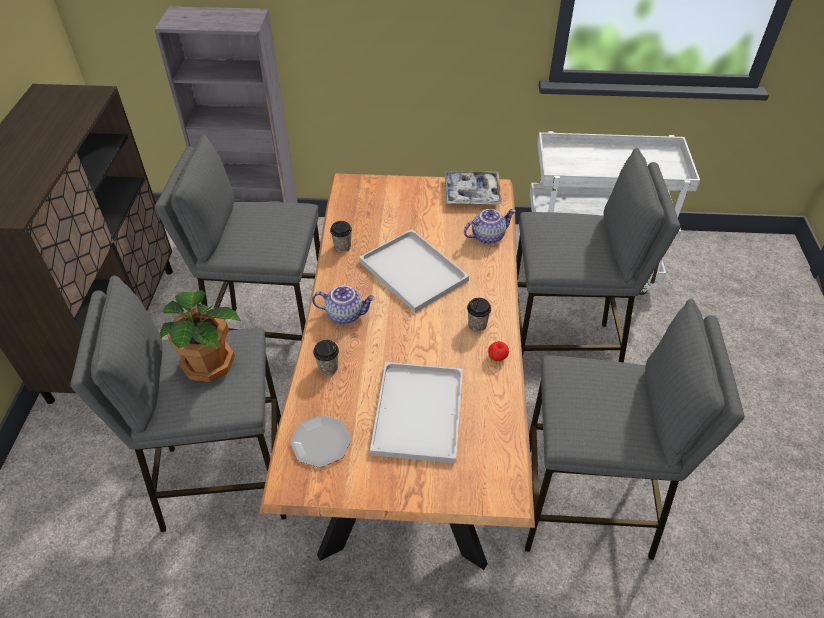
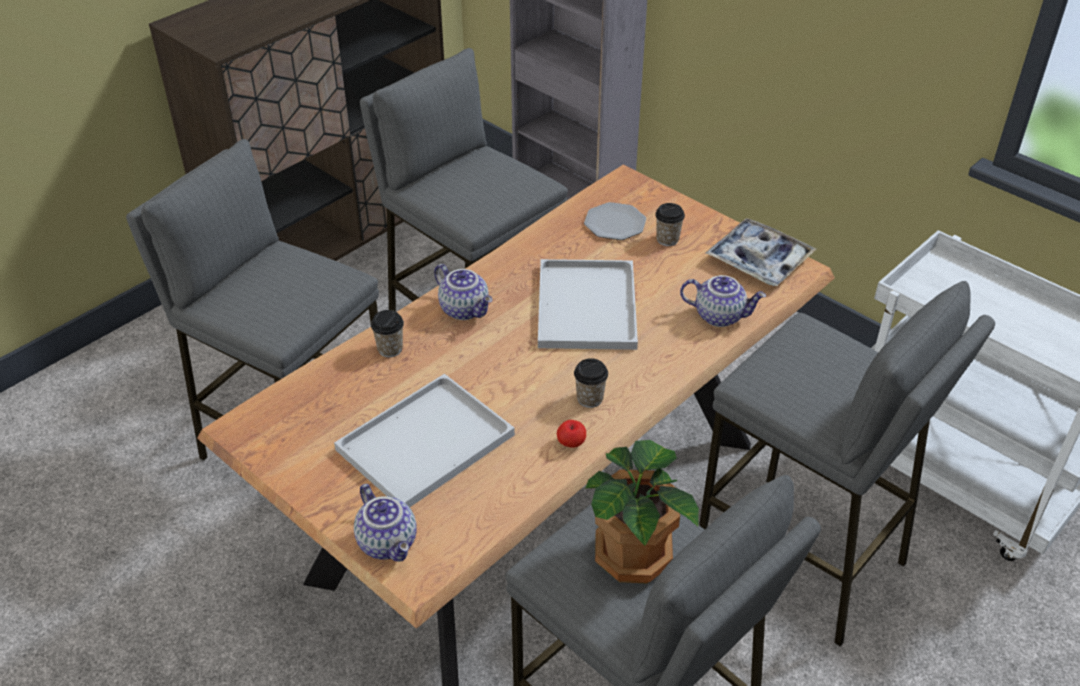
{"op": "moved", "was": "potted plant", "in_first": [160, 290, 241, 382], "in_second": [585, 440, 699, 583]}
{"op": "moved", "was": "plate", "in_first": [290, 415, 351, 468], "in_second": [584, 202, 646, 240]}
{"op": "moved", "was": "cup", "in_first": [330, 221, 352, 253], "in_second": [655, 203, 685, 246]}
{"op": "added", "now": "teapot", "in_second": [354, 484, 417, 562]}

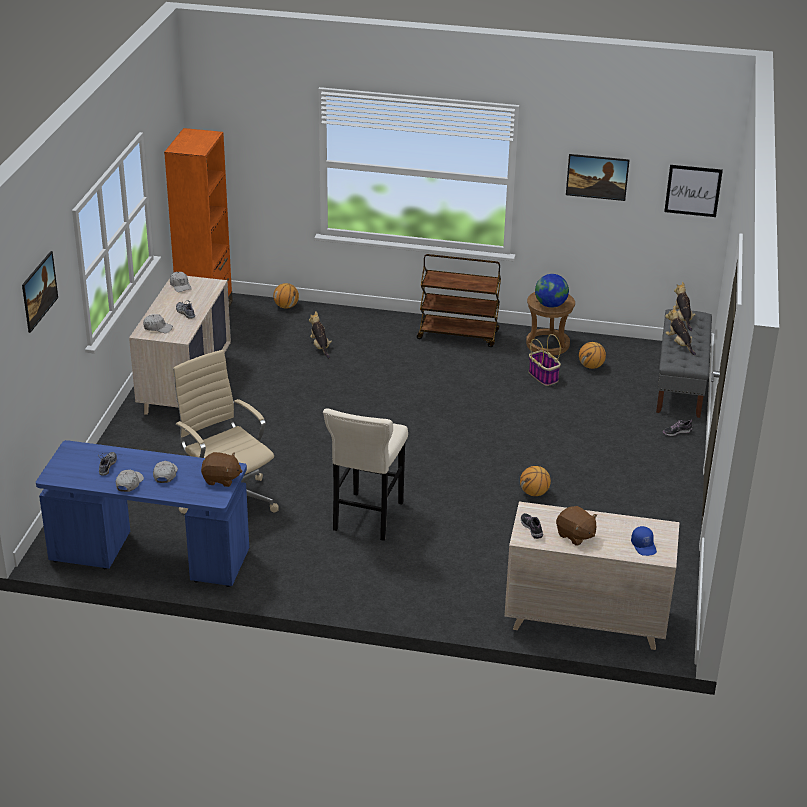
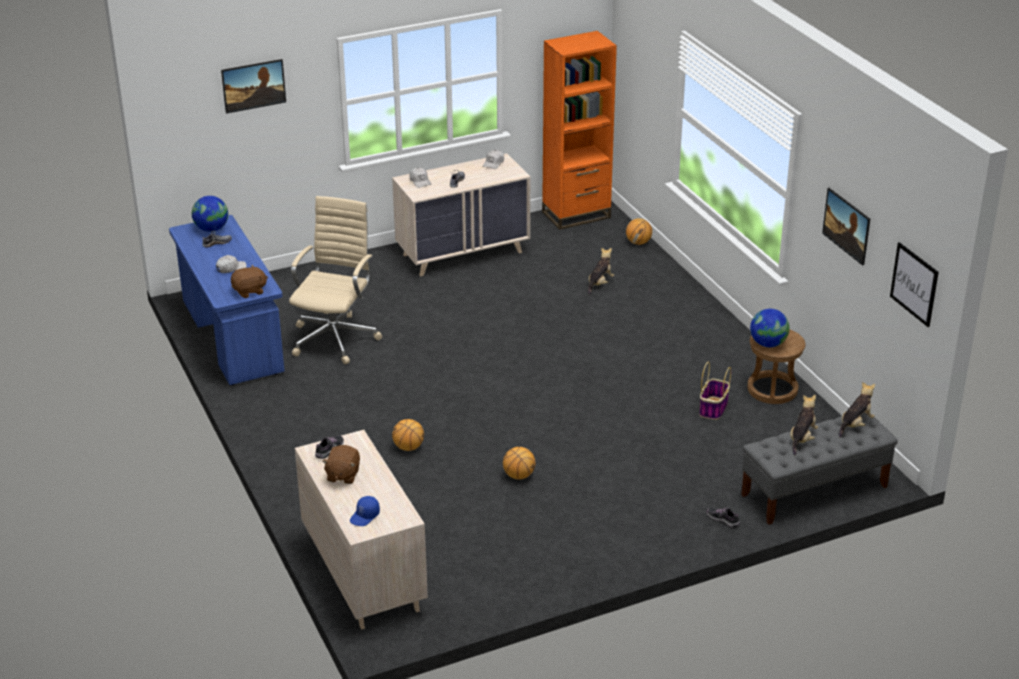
{"op": "removed", "was": "white cap", "in_first": [116, 470, 144, 492]}
{"op": "turned", "was": "brown plush toy", "in_first": [201, 452, 243, 487], "in_second": [231, 264, 268, 298], "clockwise": -90}
{"op": "removed", "was": "beige stool", "in_first": [323, 408, 408, 541]}
{"op": "removed", "was": "brown cart", "in_first": [417, 254, 501, 347]}
{"op": "moved", "was": "basketball", "in_first": [579, 342, 606, 369], "in_second": [392, 419, 424, 451]}
{"op": "added", "now": "globe", "in_second": [192, 196, 228, 232]}

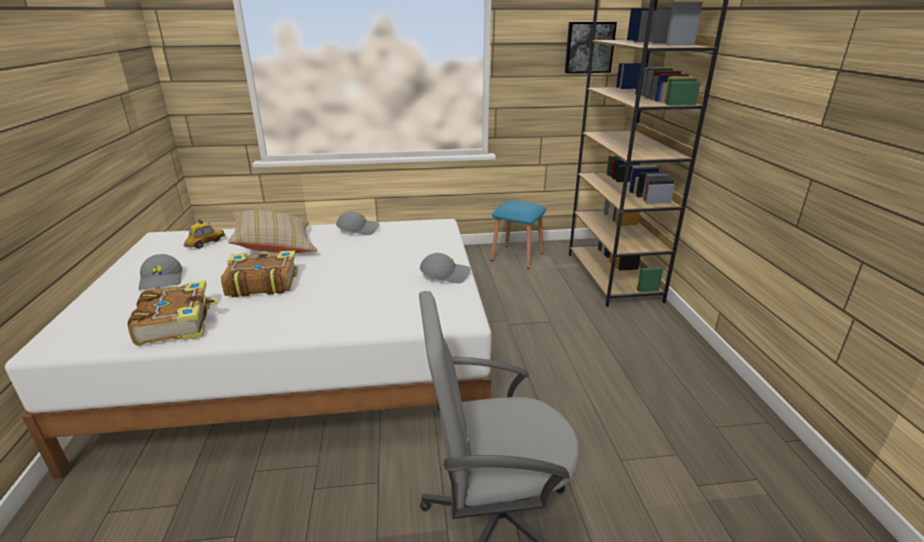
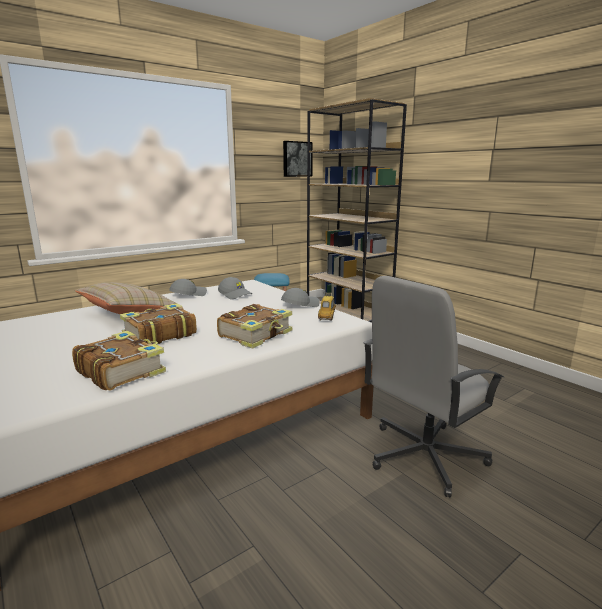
{"op": "moved", "was": "grey cap", "in_first": [139, 254, 182, 290], "in_second": [218, 277, 252, 300]}
{"op": "moved", "was": "toy car", "in_first": [184, 219, 226, 249], "in_second": [318, 293, 336, 321]}
{"op": "added", "now": "book", "in_second": [217, 304, 292, 348]}

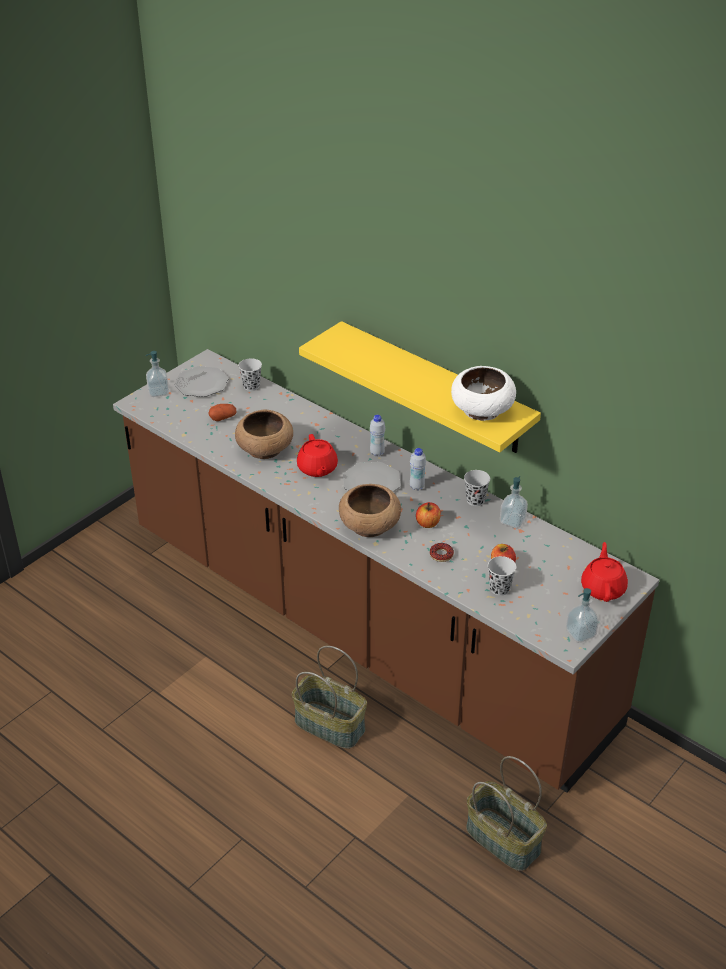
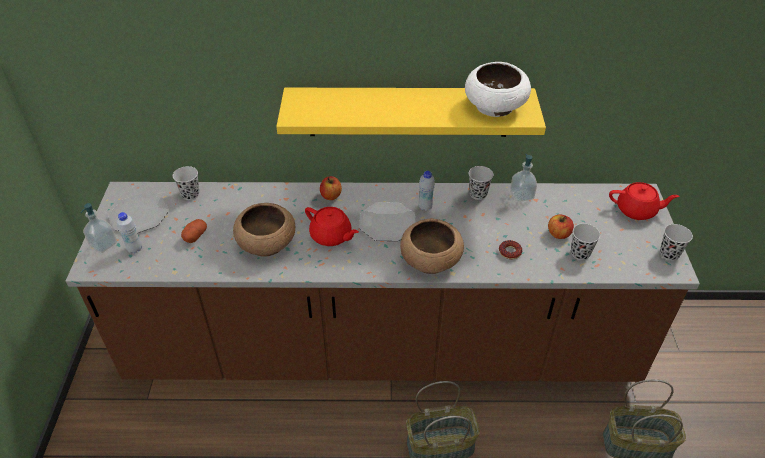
{"op": "moved", "was": "white bottle", "in_first": [370, 415, 385, 456], "in_second": [117, 212, 142, 254]}
{"op": "moved", "was": "apple", "in_first": [416, 502, 441, 528], "in_second": [320, 176, 342, 200]}
{"op": "replaced", "was": "soap dispenser", "now": "black cup", "in_first": [566, 588, 599, 643], "in_second": [660, 224, 693, 261]}
{"op": "turned", "was": "red teapot", "in_first": [581, 542, 628, 602], "in_second": [609, 182, 679, 220], "clockwise": 135}

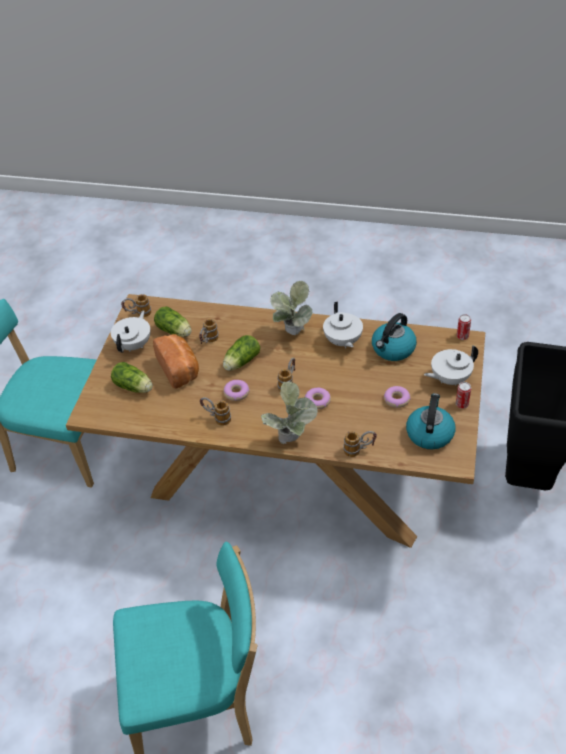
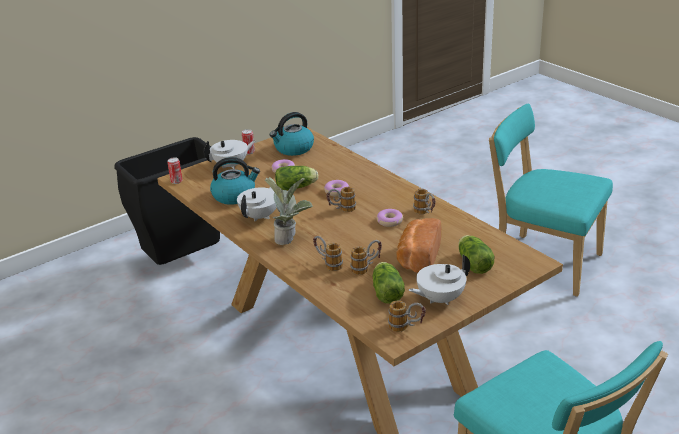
{"op": "moved", "was": "lettuce", "in_first": [223, 335, 260, 371], "in_second": [275, 166, 318, 190]}
{"op": "removed", "was": "potted plant", "in_first": [261, 381, 318, 444]}
{"op": "moved", "was": "mug", "in_first": [343, 431, 377, 457], "in_second": [313, 236, 343, 271]}
{"op": "turned", "was": "white teapot", "in_first": [424, 345, 478, 385], "in_second": [203, 140, 255, 169], "clockwise": -45}

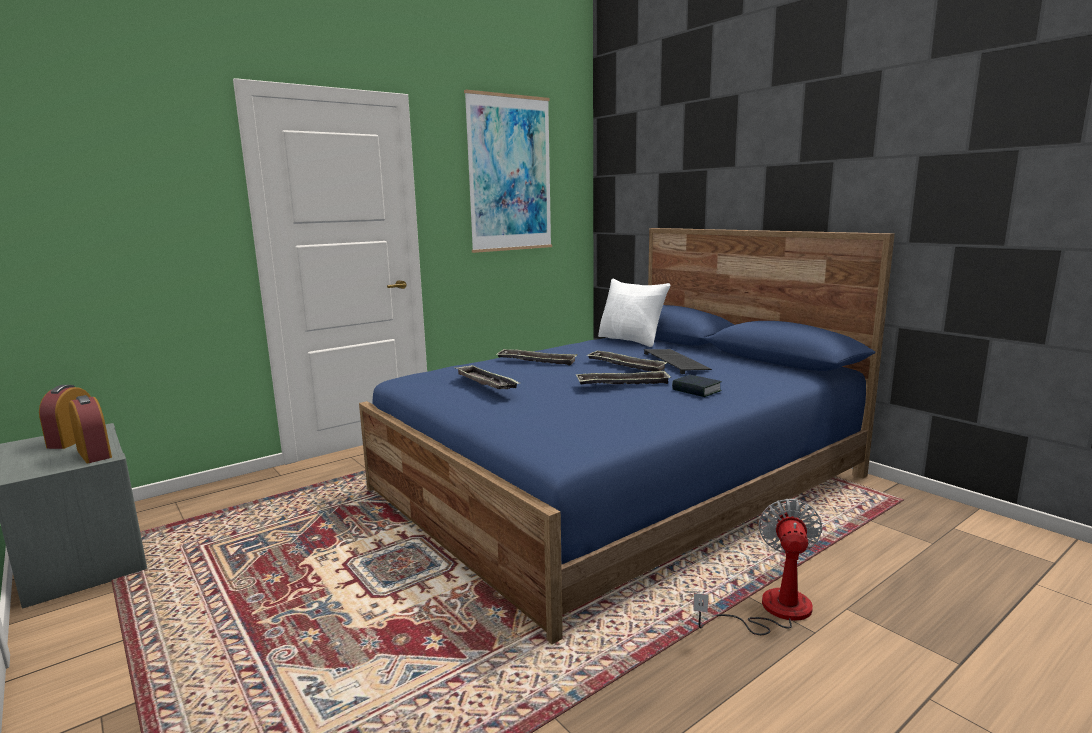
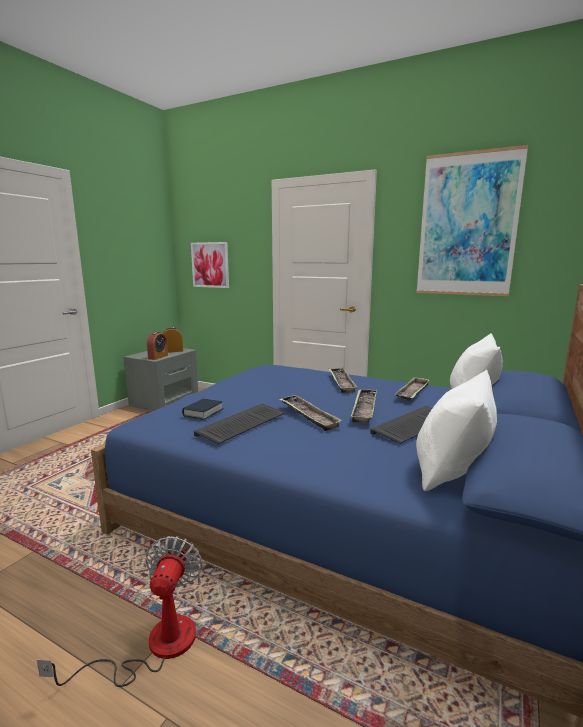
{"op": "moved", "was": "tray", "in_first": [454, 365, 519, 389], "in_second": [395, 376, 430, 401]}
{"op": "moved", "was": "book", "in_first": [672, 375, 722, 397], "in_second": [182, 398, 224, 420]}
{"op": "turned", "was": "fan", "in_first": [693, 499, 822, 635], "in_second": [37, 536, 203, 687], "clockwise": -75}
{"op": "added", "now": "picture", "in_second": [191, 242, 229, 288]}
{"op": "added", "now": "keyboard", "in_second": [194, 404, 285, 444]}
{"op": "added", "now": "white pillow", "in_second": [416, 370, 497, 491]}

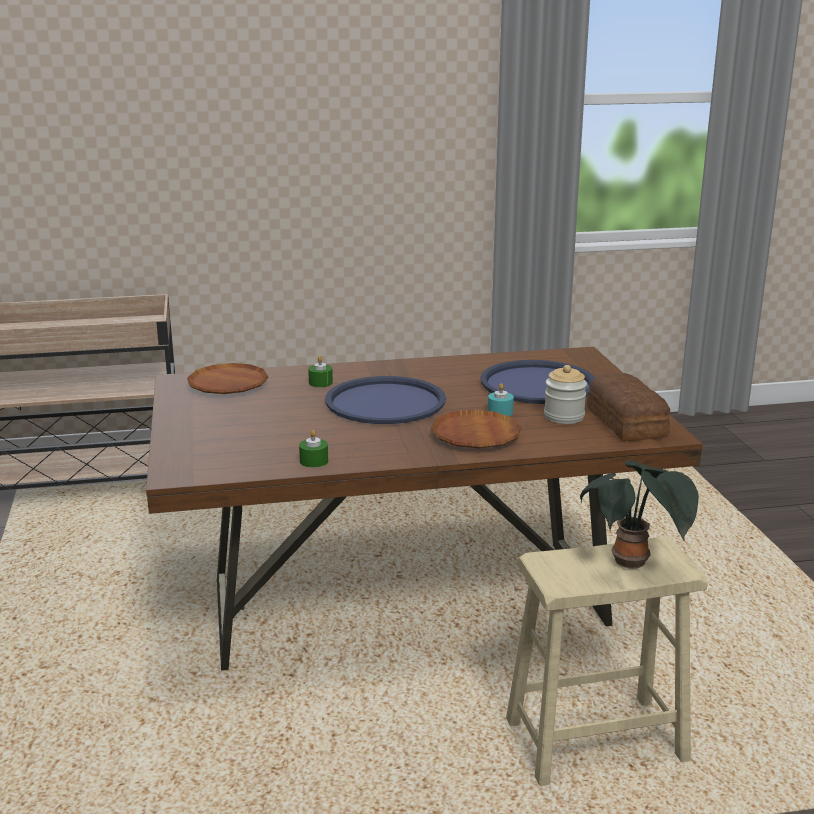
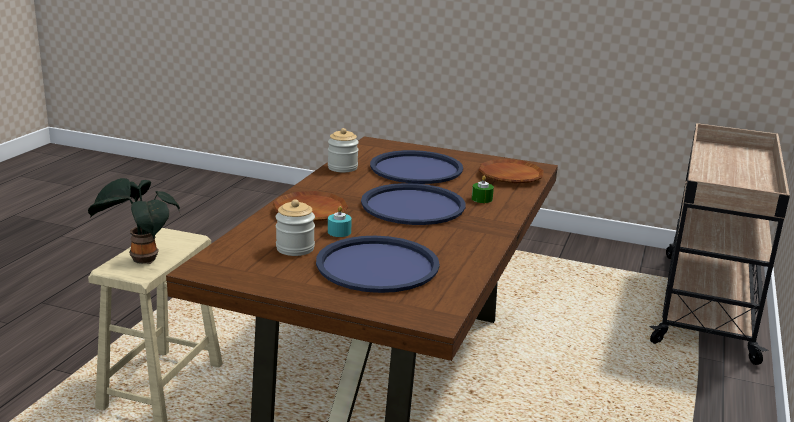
{"op": "replaced", "was": "green candle", "now": "jar", "in_first": [299, 430, 328, 468], "in_second": [328, 128, 359, 172]}
{"op": "removed", "was": "bread", "in_first": [587, 373, 670, 441]}
{"op": "added", "now": "blue tray", "in_second": [370, 150, 463, 184]}

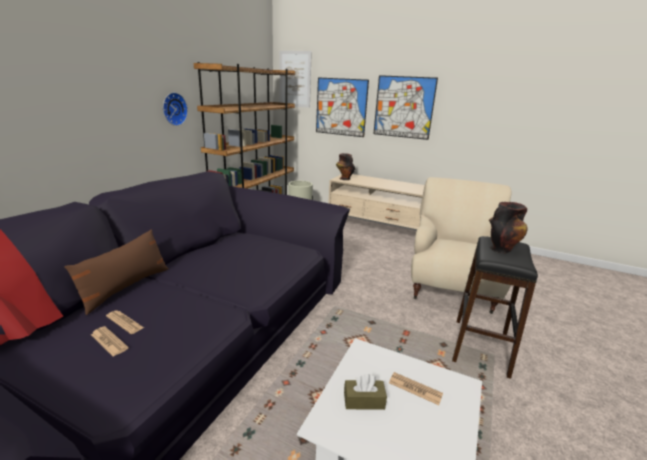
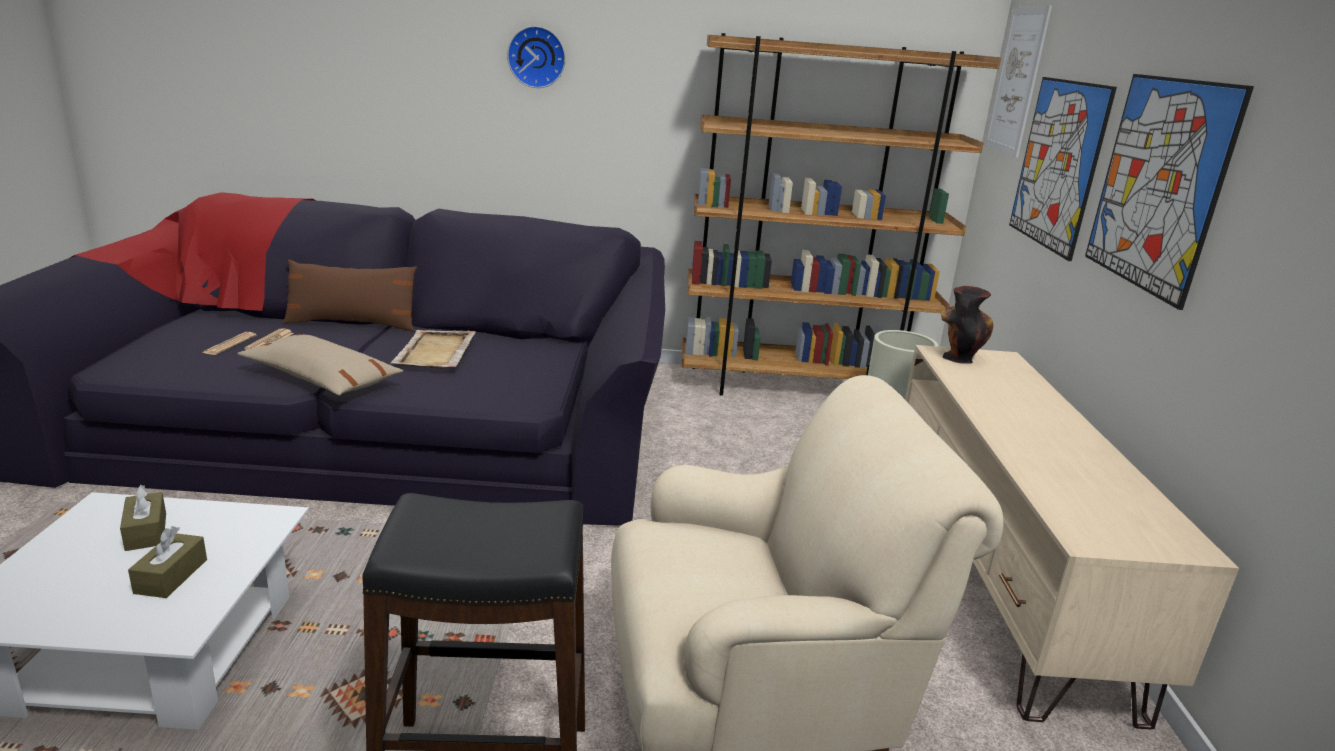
{"op": "moved", "was": "wall clock", "in_first": [163, 92, 188, 126], "in_second": [507, 26, 566, 88]}
{"op": "replaced", "was": "newspaper", "now": "brown tissue box", "in_first": [389, 372, 443, 405], "in_second": [128, 526, 207, 598]}
{"op": "removed", "was": "vase", "in_first": [489, 202, 528, 254]}
{"op": "added", "now": "beige pillow", "in_second": [237, 334, 403, 396]}
{"op": "added", "now": "beige tray", "in_second": [391, 330, 476, 369]}

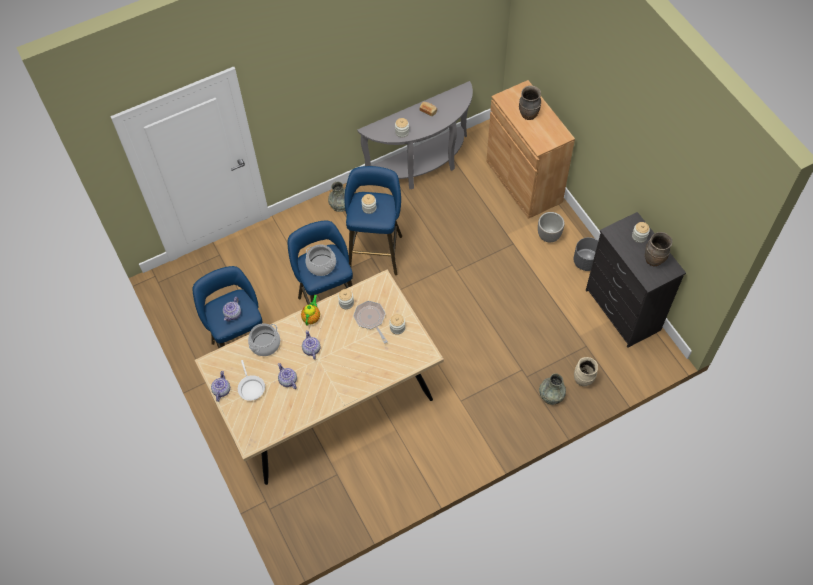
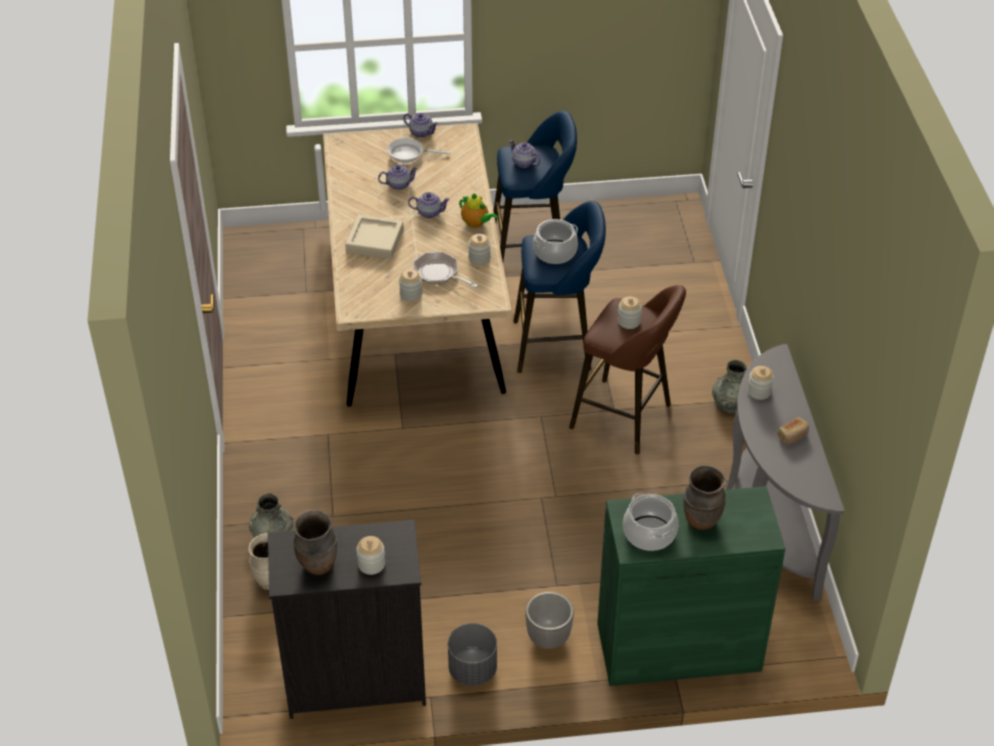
{"op": "moved", "was": "cooking pot", "in_first": [248, 323, 280, 356], "in_second": [623, 493, 678, 551]}
{"op": "recoloured", "was": "blue stool", "now": "brown stool", "in_first": [344, 166, 402, 275], "in_second": [569, 285, 686, 455]}
{"op": "turned", "was": "frying pan", "in_first": [353, 301, 388, 343], "in_second": [413, 252, 478, 288], "clockwise": -135}
{"op": "recoloured", "was": "brown cabinet", "now": "green cabinet", "in_first": [486, 80, 575, 219], "in_second": [597, 486, 785, 686]}
{"op": "added", "now": "beige tray", "in_second": [345, 215, 404, 259]}

